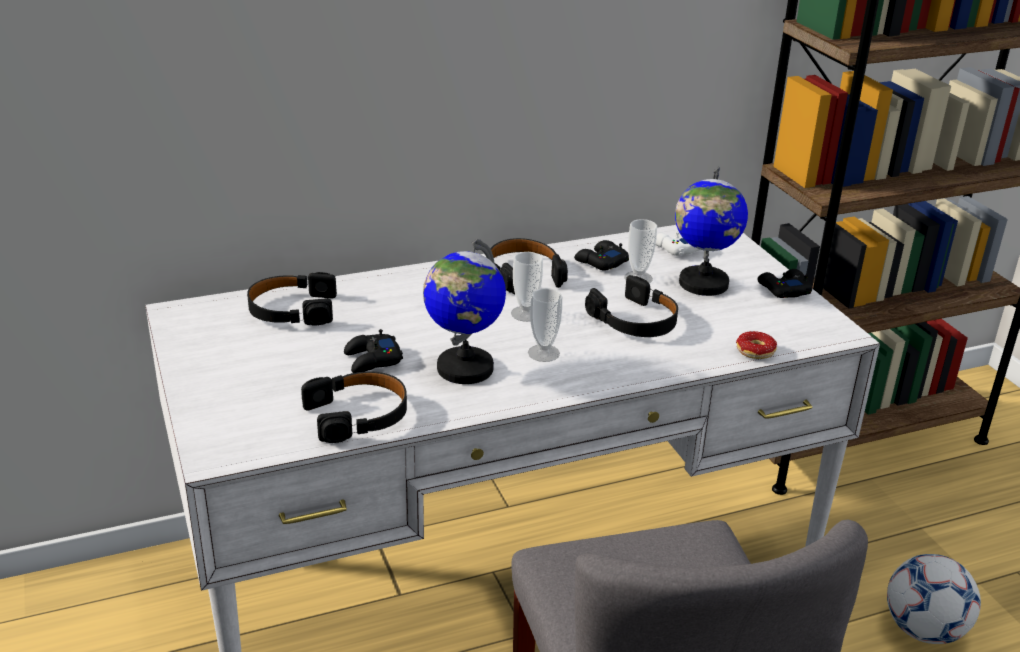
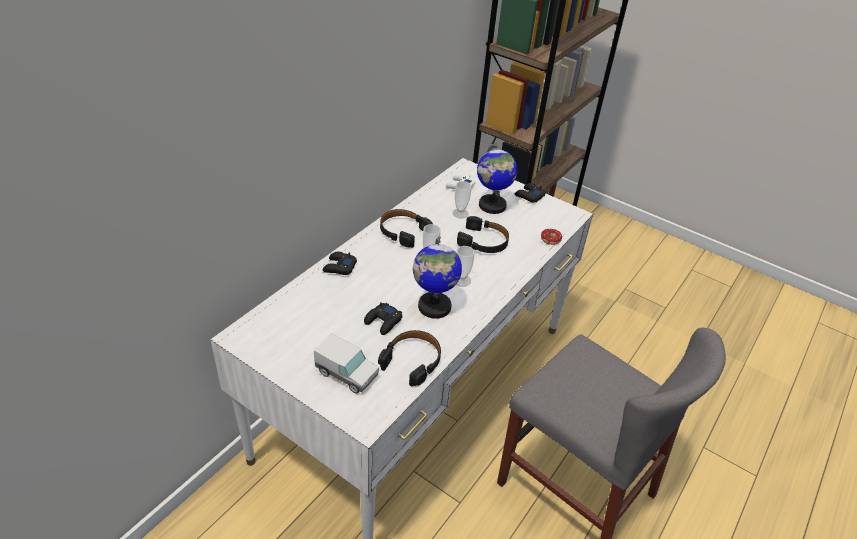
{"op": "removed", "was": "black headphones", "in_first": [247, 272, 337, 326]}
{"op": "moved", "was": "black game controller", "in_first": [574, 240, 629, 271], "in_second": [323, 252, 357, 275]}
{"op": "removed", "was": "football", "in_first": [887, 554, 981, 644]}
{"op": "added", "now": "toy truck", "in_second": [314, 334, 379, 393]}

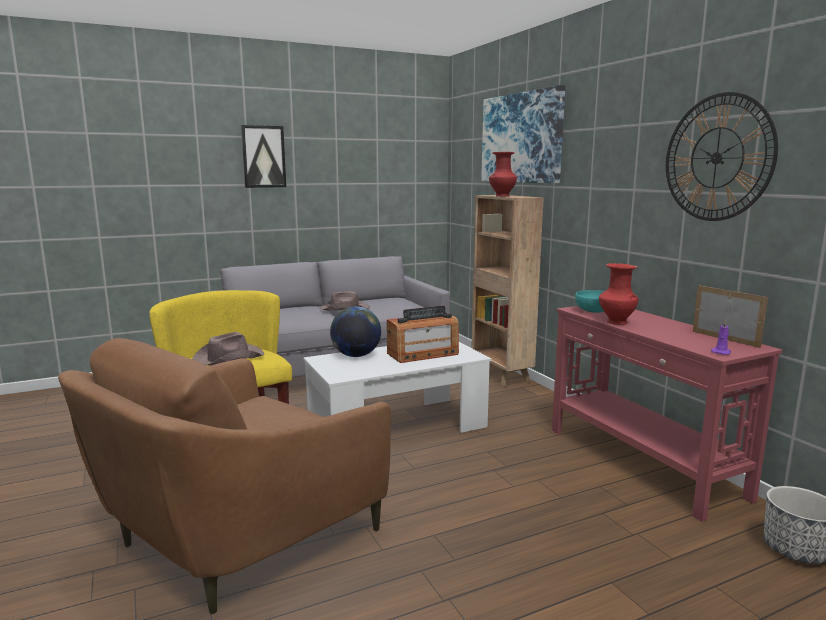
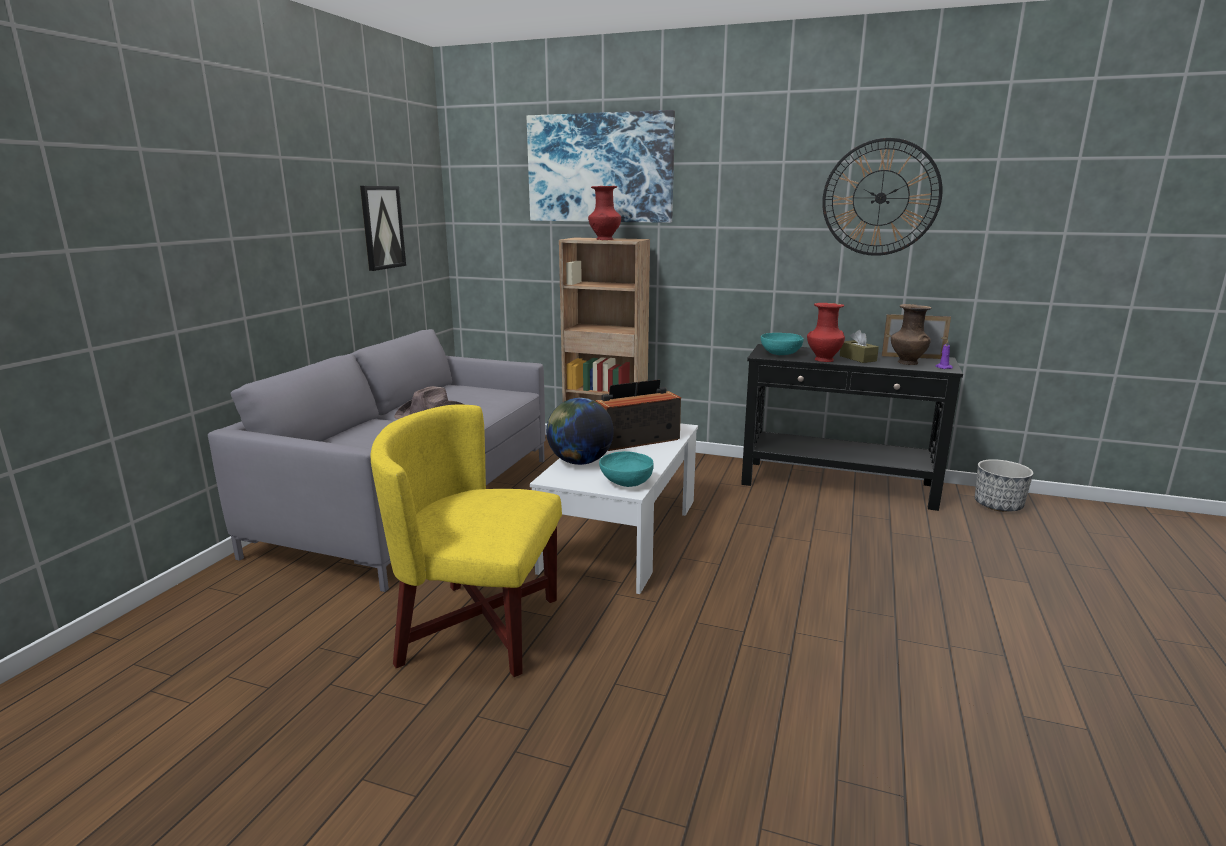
{"op": "removed", "was": "brown armchair", "in_first": [58, 338, 391, 614]}
{"op": "removed", "was": "brown hat", "in_first": [192, 332, 264, 366]}
{"op": "moved", "was": "picture", "in_first": [241, 125, 286, 188], "in_second": [360, 186, 406, 271]}
{"op": "turned", "was": "radio", "in_first": [387, 306, 459, 363], "in_second": [596, 379, 681, 451], "clockwise": -135}
{"op": "recoloured", "was": "red console table", "now": "black console table", "in_first": [552, 306, 783, 522], "in_second": [741, 344, 963, 511]}
{"op": "added", "now": "turquoise bowl", "in_second": [599, 451, 654, 487]}
{"op": "added", "now": "brown tissue box", "in_second": [840, 330, 879, 363]}
{"op": "added", "now": "brown vase", "in_second": [891, 304, 932, 365]}

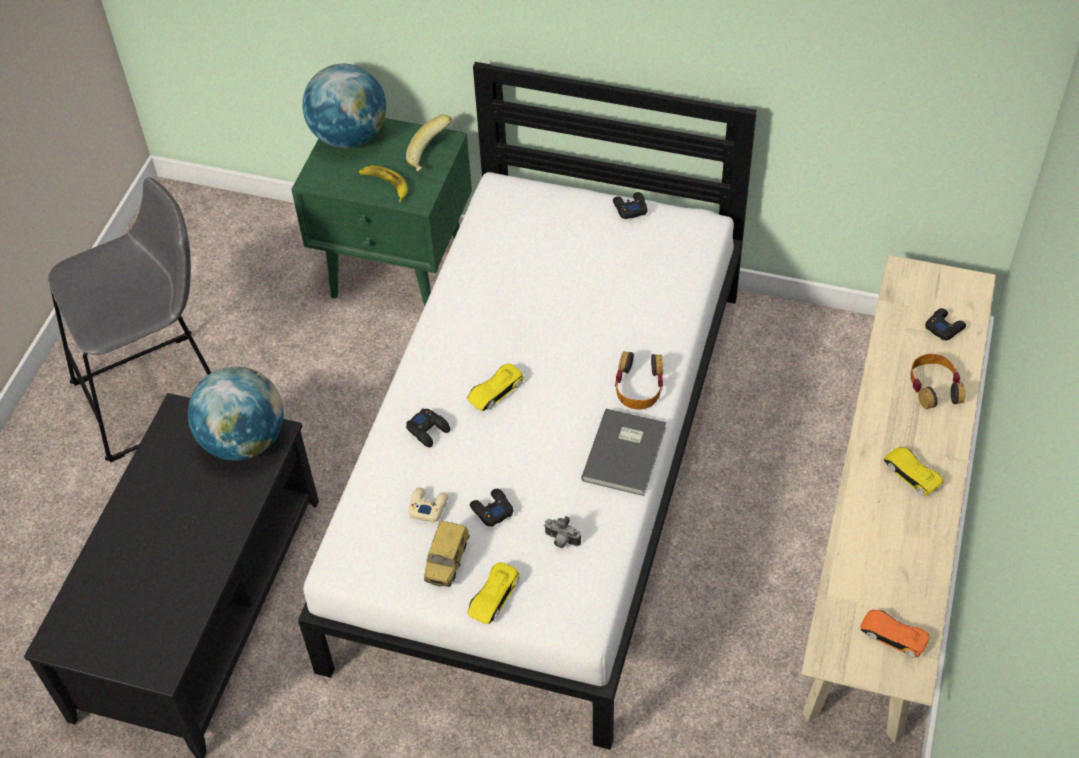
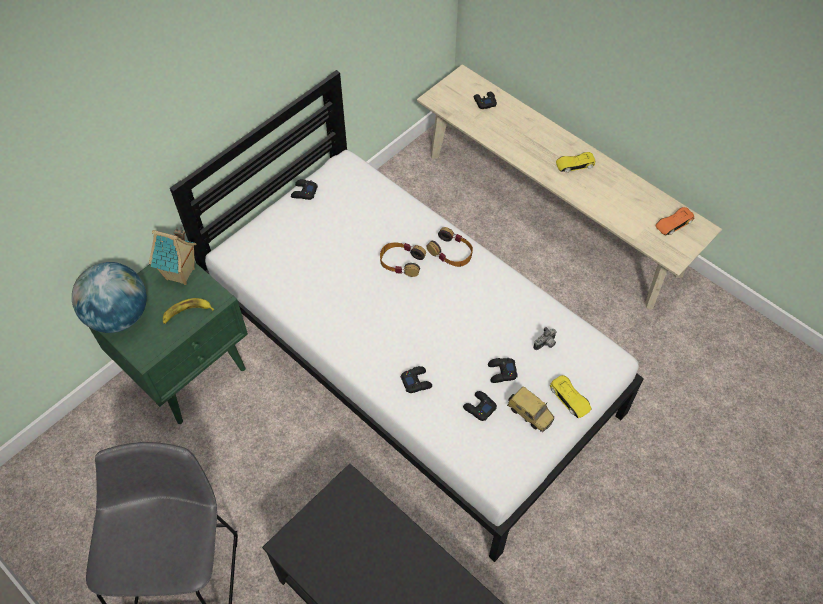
{"op": "removed", "was": "globe", "in_first": [188, 366, 284, 461]}
{"op": "replaced", "was": "banana", "now": "toy house", "in_first": [406, 115, 452, 172], "in_second": [149, 227, 196, 285]}
{"op": "recoloured", "was": "beige game controller", "now": "black game controller", "in_first": [408, 488, 448, 523], "in_second": [463, 391, 497, 421]}
{"op": "removed", "was": "yellow toy car", "in_first": [467, 364, 524, 411]}
{"op": "removed", "was": "grey book", "in_first": [581, 409, 666, 496]}
{"op": "moved", "was": "headphones", "in_first": [910, 354, 965, 409], "in_second": [380, 243, 426, 277]}

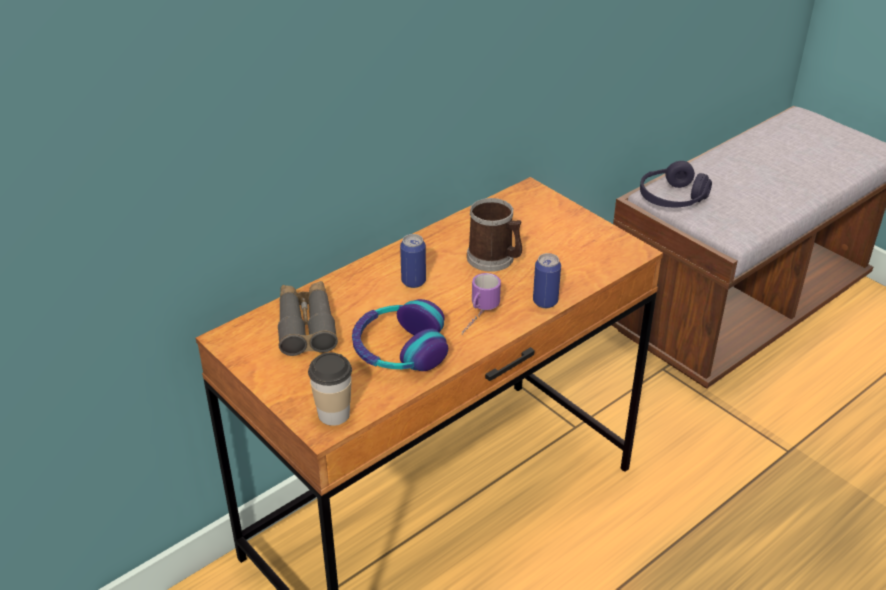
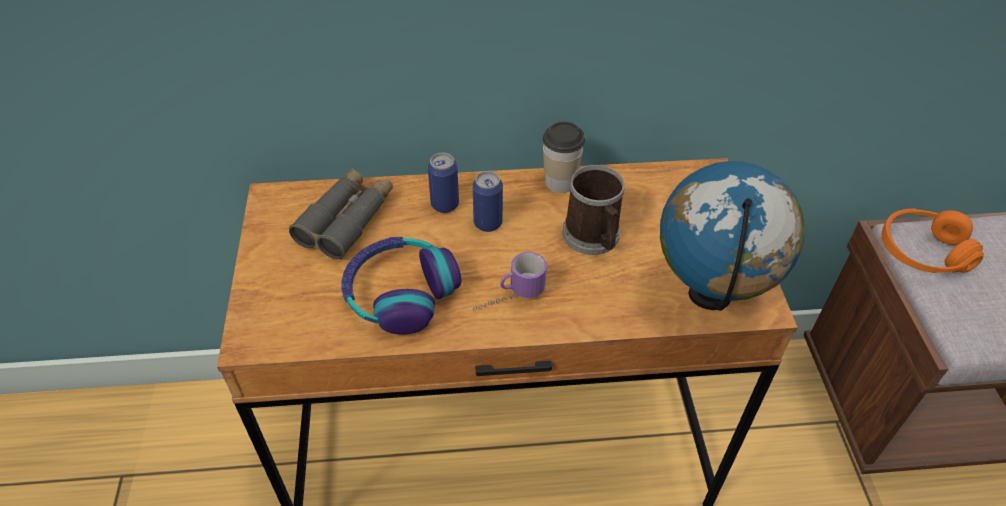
{"op": "moved", "was": "cup", "in_first": [308, 352, 352, 426], "in_second": [543, 121, 585, 193]}
{"op": "moved", "was": "can", "in_first": [533, 253, 561, 308], "in_second": [428, 153, 459, 213]}
{"op": "recoloured", "was": "purple headphones", "now": "orange headphones", "in_first": [640, 161, 712, 207], "in_second": [882, 208, 984, 273]}
{"op": "added", "now": "globe", "in_second": [660, 161, 805, 311]}

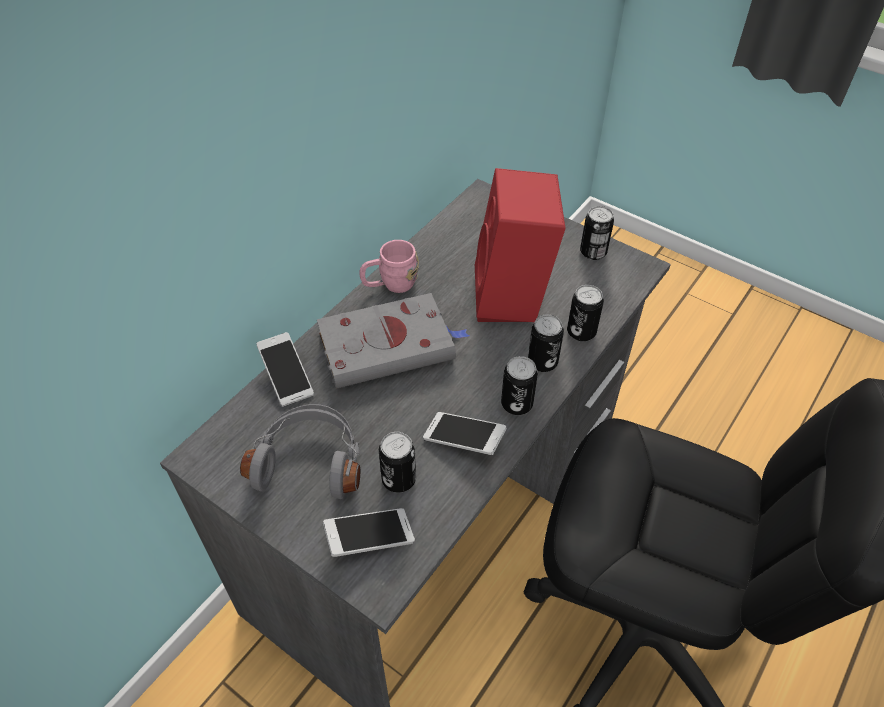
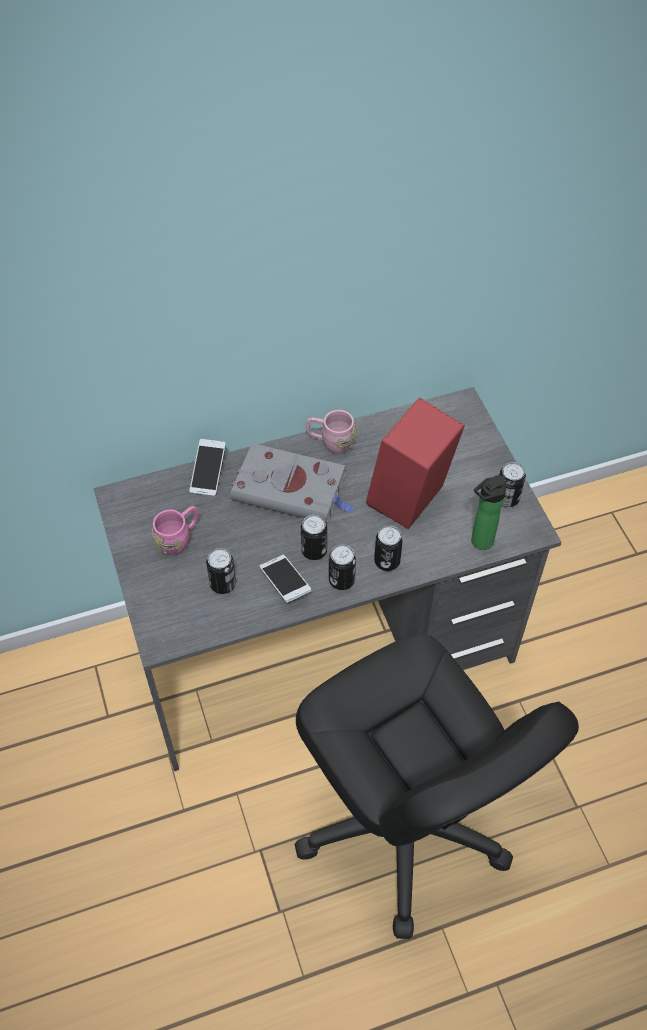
{"op": "replaced", "was": "grey headphones", "now": "pink mug", "in_first": [240, 404, 360, 499], "in_second": [152, 506, 199, 555]}
{"op": "removed", "was": "phone", "in_first": [323, 508, 415, 557]}
{"op": "moved", "was": "can", "in_first": [567, 285, 604, 341], "in_second": [301, 515, 327, 560]}
{"op": "added", "now": "bottle", "in_second": [471, 475, 506, 550]}

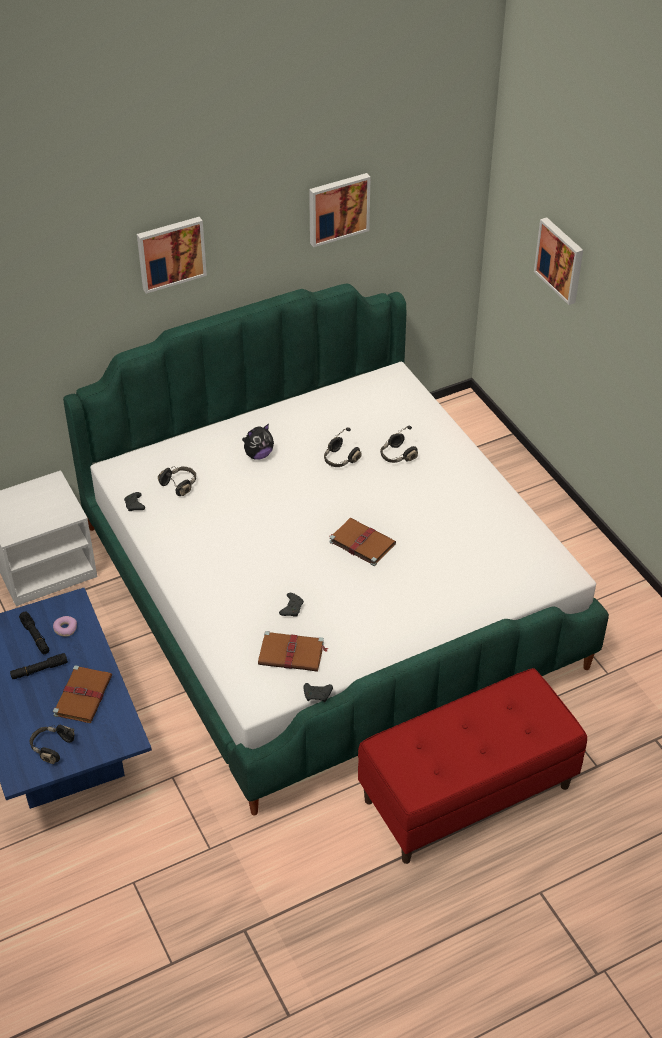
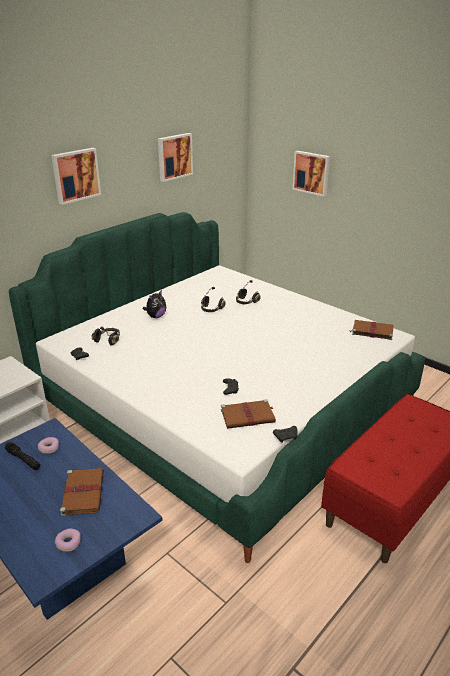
{"op": "removed", "was": "black flashlight", "in_first": [10, 653, 68, 679]}
{"op": "replaced", "was": "black headphones", "now": "donut", "in_first": [30, 725, 75, 764], "in_second": [55, 529, 81, 552]}
{"op": "moved", "was": "brown book", "in_first": [329, 518, 396, 566], "in_second": [350, 320, 393, 340]}

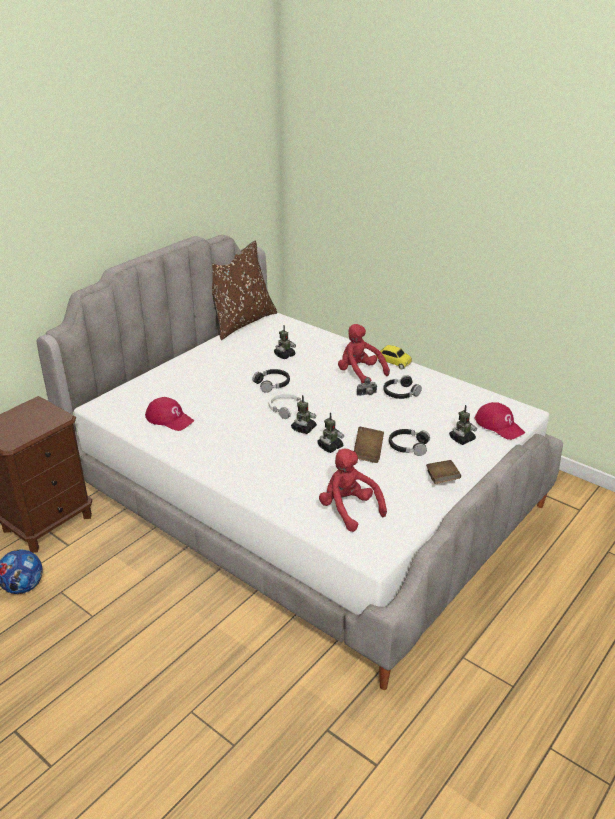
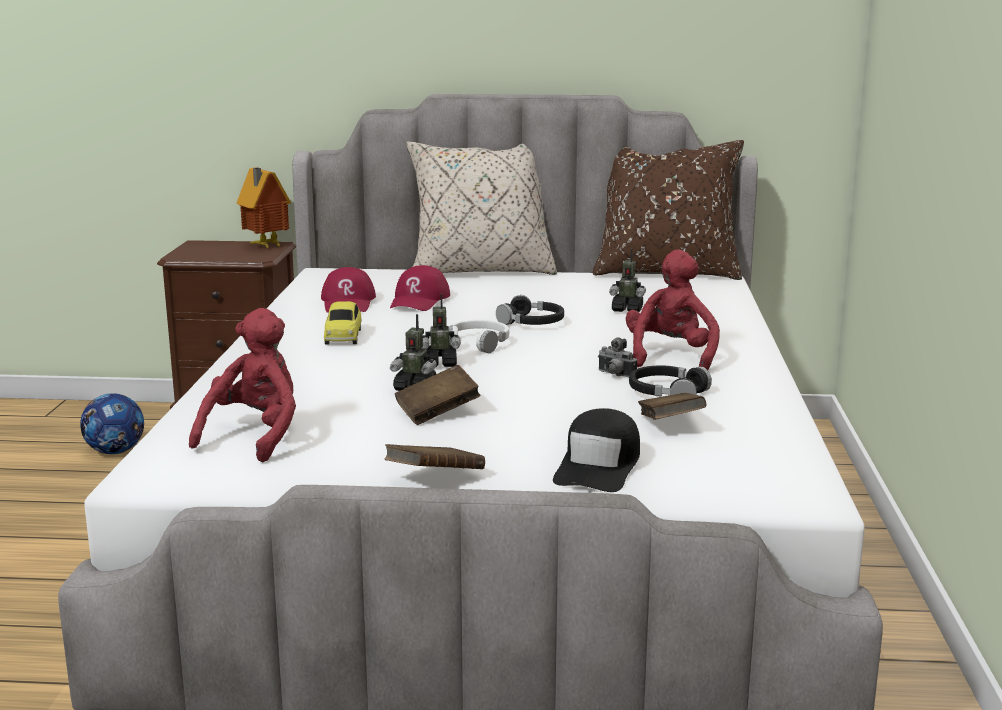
{"op": "moved", "was": "toy car", "in_first": [377, 345, 412, 370], "in_second": [324, 301, 361, 345]}
{"op": "removed", "was": "black headphones", "in_first": [389, 429, 430, 456]}
{"op": "replaced", "was": "toy robot", "now": "black cap", "in_first": [449, 405, 477, 445], "in_second": [553, 408, 640, 492]}
{"op": "moved", "was": "red cap", "in_first": [475, 402, 525, 440], "in_second": [390, 265, 450, 311]}
{"op": "added", "now": "toy house", "in_second": [237, 167, 291, 249]}
{"op": "added", "now": "beige pillow", "in_second": [406, 141, 557, 275]}
{"op": "added", "now": "brown book", "in_second": [638, 393, 706, 420]}

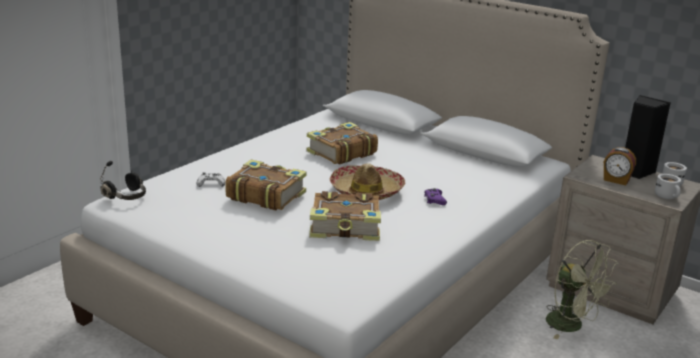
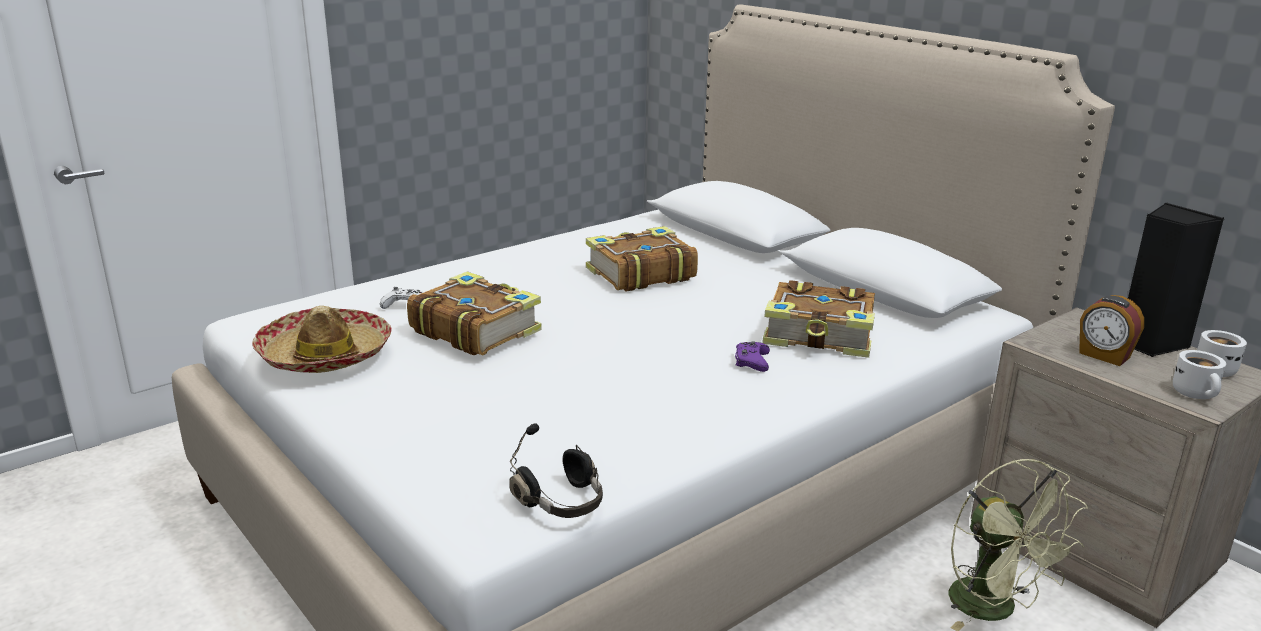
{"op": "moved", "was": "black headphones", "in_first": [100, 161, 146, 200], "in_second": [509, 424, 603, 518]}
{"op": "moved", "was": "book", "in_first": [309, 191, 381, 241], "in_second": [763, 280, 875, 358]}
{"op": "moved", "was": "hat", "in_first": [330, 163, 405, 200], "in_second": [252, 306, 392, 373]}

